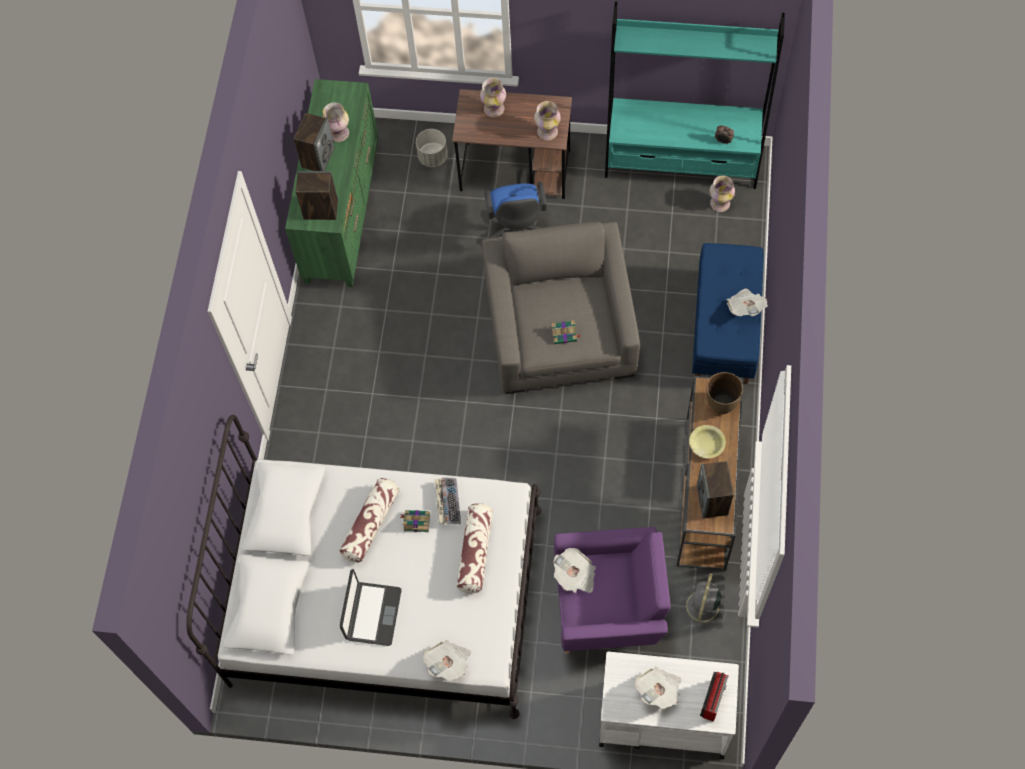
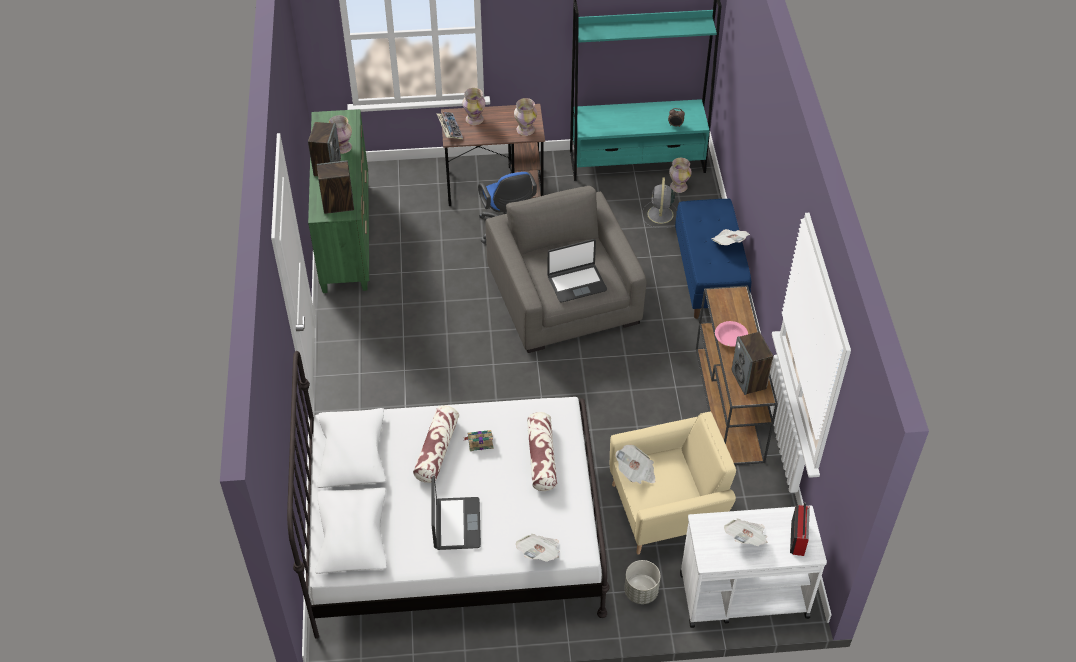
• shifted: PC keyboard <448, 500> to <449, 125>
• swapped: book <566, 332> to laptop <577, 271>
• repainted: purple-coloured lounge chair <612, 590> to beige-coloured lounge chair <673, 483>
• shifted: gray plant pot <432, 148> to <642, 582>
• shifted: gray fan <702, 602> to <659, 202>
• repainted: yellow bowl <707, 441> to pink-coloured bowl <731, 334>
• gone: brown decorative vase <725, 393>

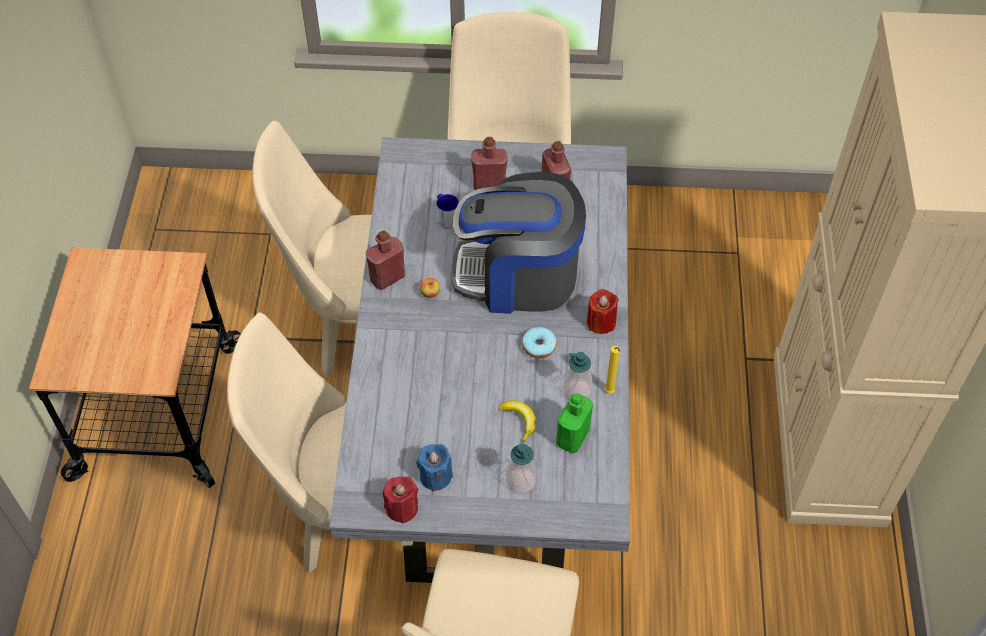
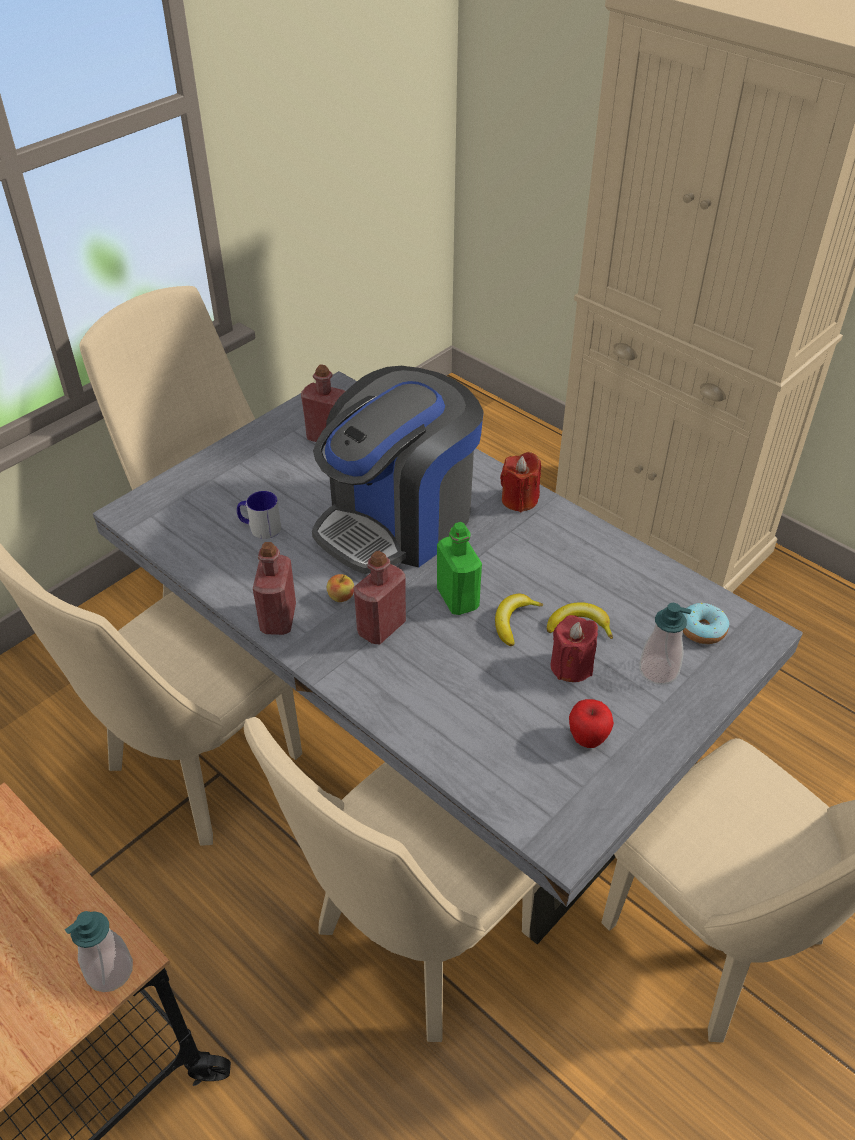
• shifted: soap dispenser <577, 376> to <99, 951>
• shifted: reddish bottle <489, 163> to <379, 597>
• shifted: green-coloured bottle <574, 423> to <459, 568>
• new: banana <519, 620>
• shifted: reddish wax candle <400, 500> to <574, 648>
• swapped: blue-coloured wax candle <434, 468> to apple <591, 723>
• shifted: doughnut <539, 342> to <705, 623>
• gone: yellow wax candle <612, 369>

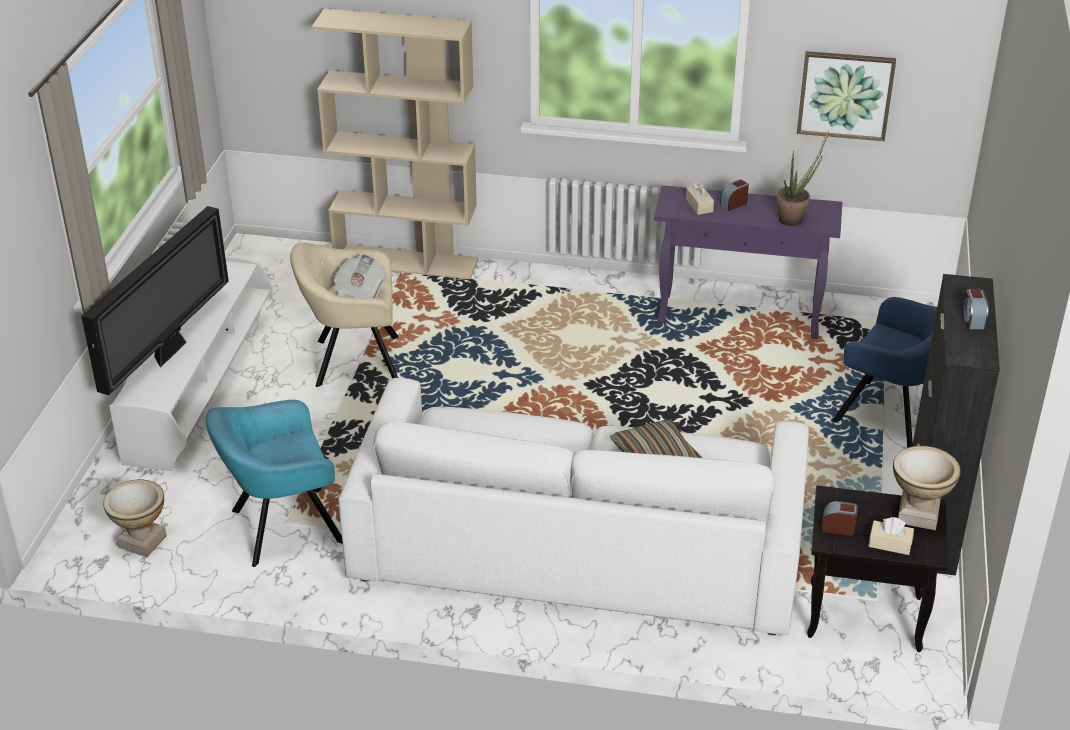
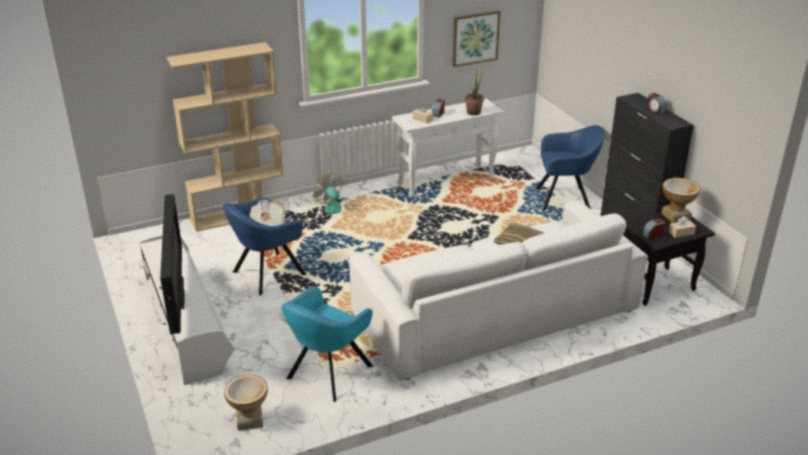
• repainted: beige-coloured lounge chair <344, 314> to blue-coloured lounge chair <264, 246>
• new: fan <330, 196>
• repainted: purple-coloured hall table <748, 262> to white-coloured hall table <448, 148>

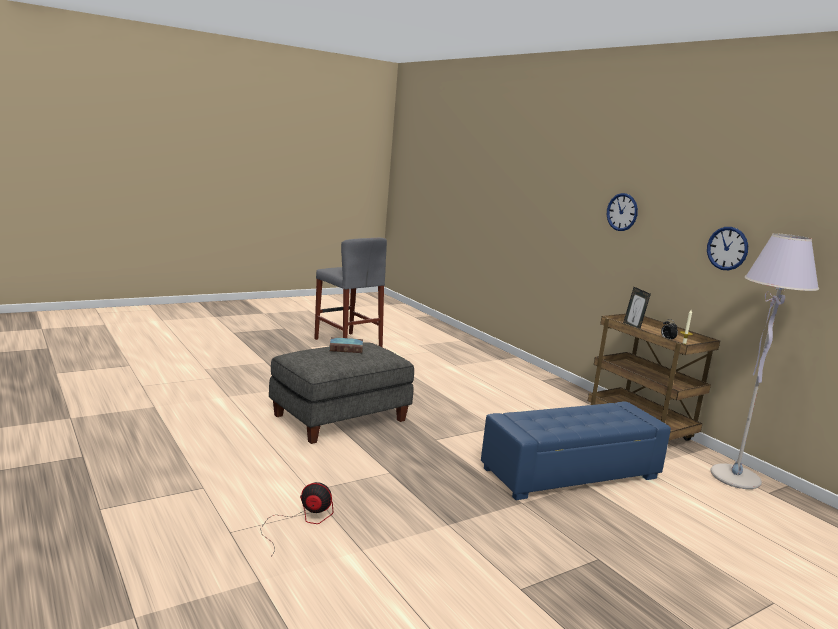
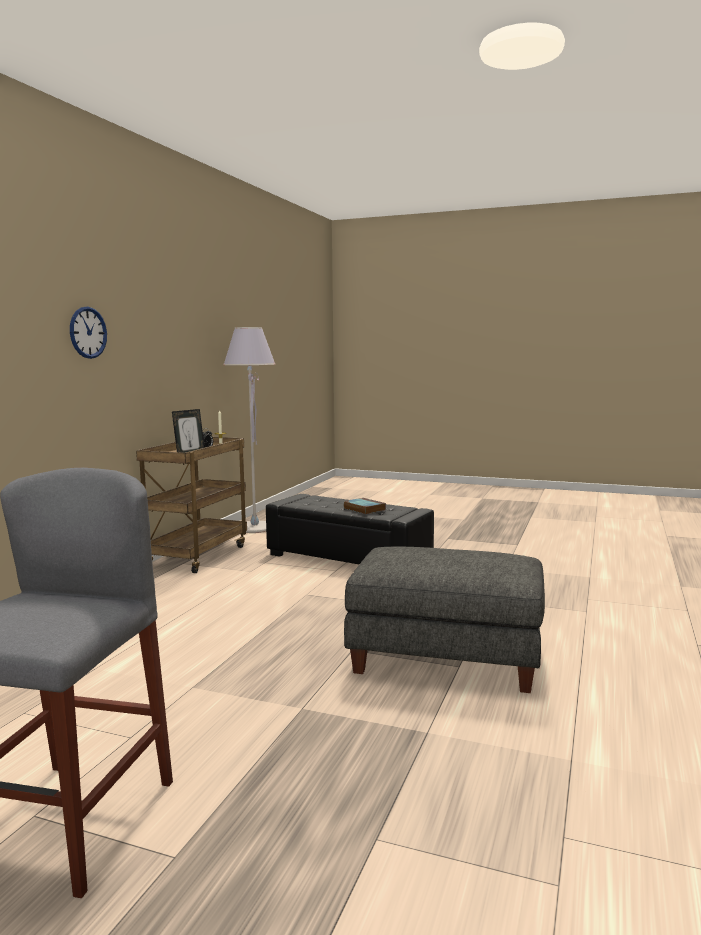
• repainted: blue-coloured footrest <576, 451> to black-coloured footrest <350, 529>
• shifted: book <346, 345> to <365, 506>
• gone: fan <296, 519>
• gone: wall clock <727, 248>

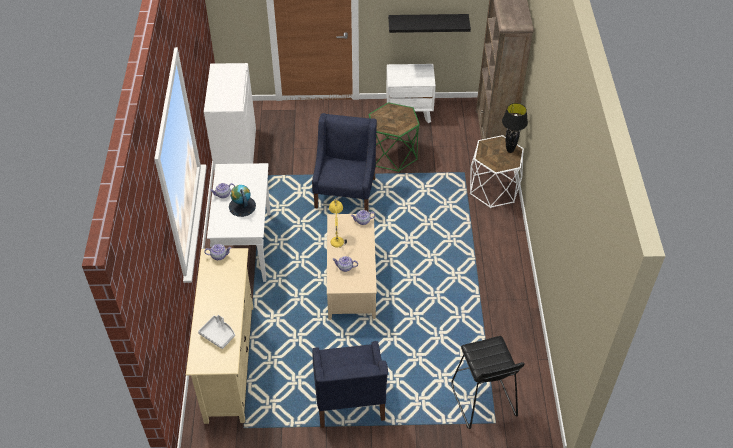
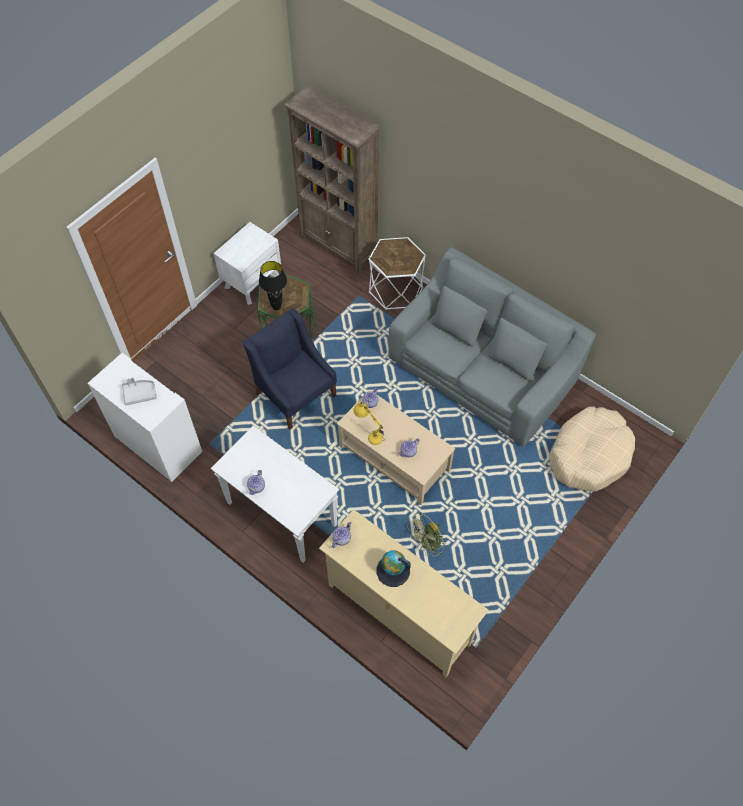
• shifted: gray tray <216, 332> to <139, 391>
• shifted: black-coloured tabletop lamp <515, 128> to <273, 285>
• shifted: desk globe <242, 201> to <394, 568>
• new: gray couch <492, 347>
• new: green-coloured fan <426, 535>
• swapped: black-coloured stool <488, 382> to beige-coloured dog bed <592, 449>
• gone: blue-coloured lounge chair <350, 384>
• gone: black-coloured bracket shelf <429, 23>

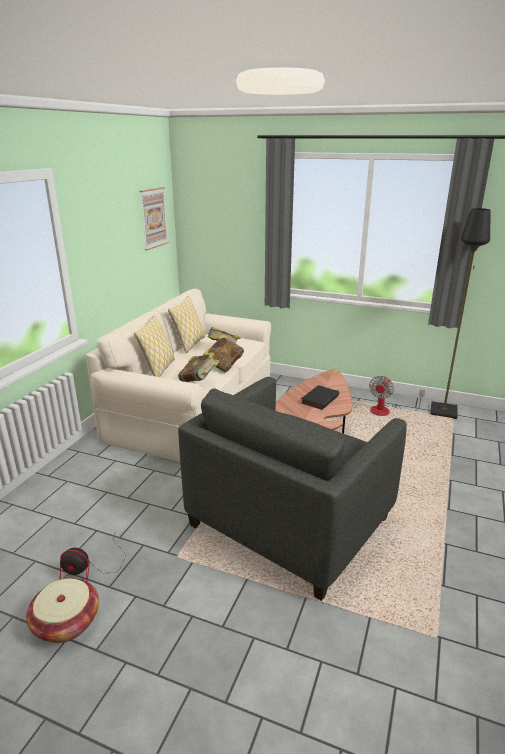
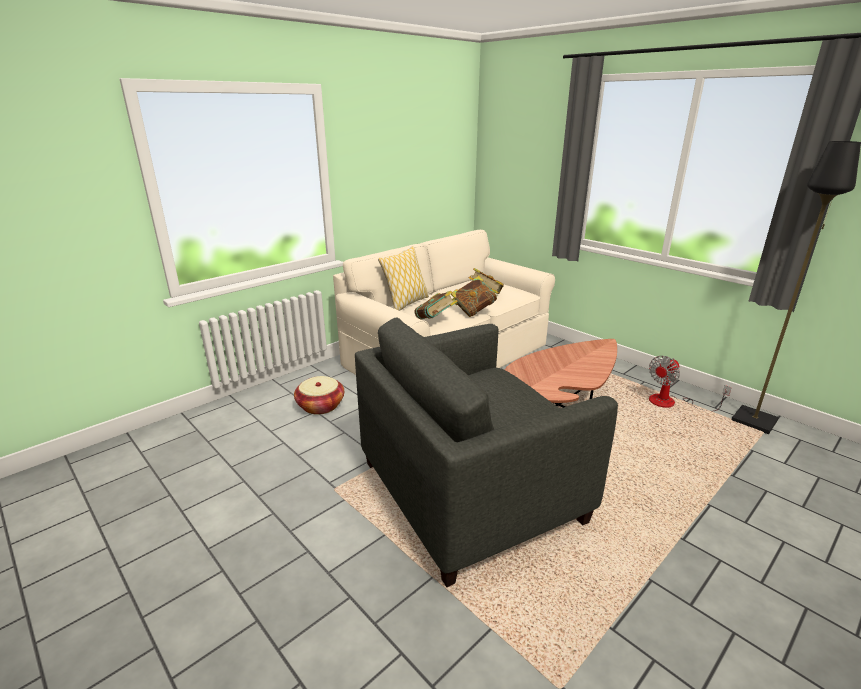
• shifted: household basket <62, 610> to <319, 395>
• gone: fan <93, 558>
• gone: wall art <154, 218>
• gone: cushion <186, 324>
• gone: black-coloured book <320, 397>

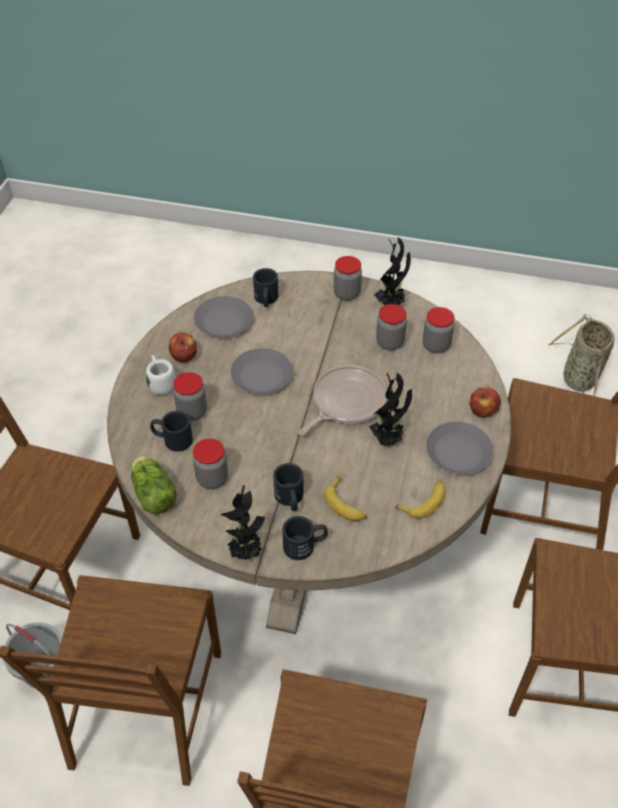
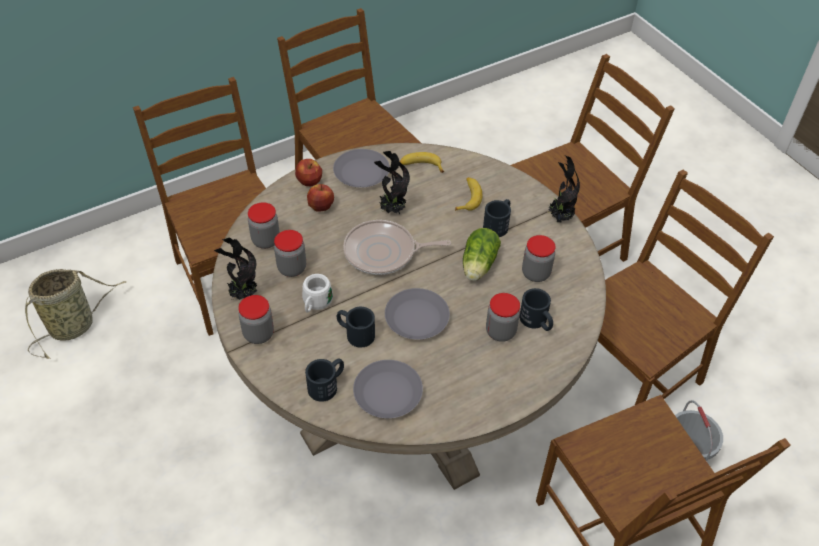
• shifted: white-coloured coffee mug <161, 375> to <317, 293>
• shifted: apple <183, 347> to <320, 197>
• shifted: black-coloured coffee mug <305, 538> to <356, 327>
• shifted: head of lettuce <154, 485> to <482, 254>

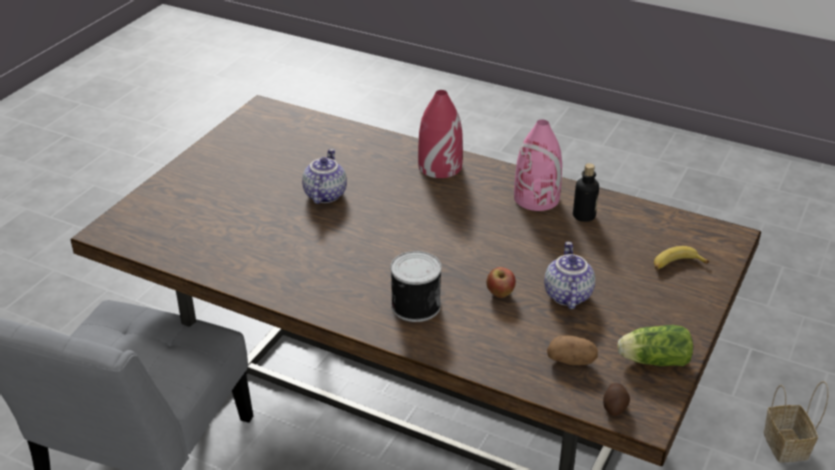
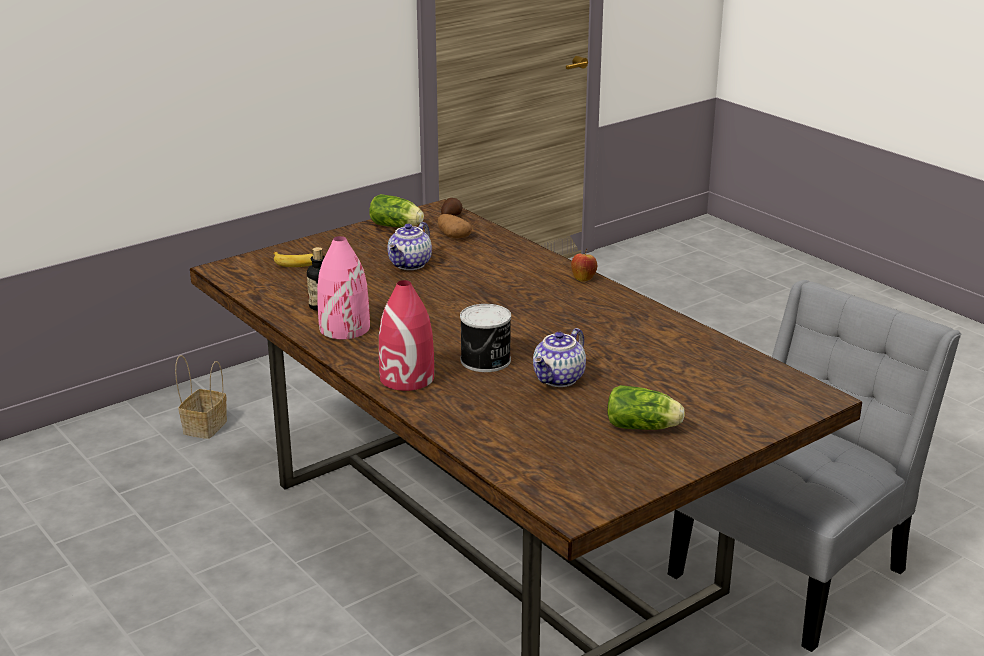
• shifted: sealed can <416, 286> to <485, 338>
• shifted: apple <501, 282> to <584, 265>
• new: head of lettuce <646, 407>

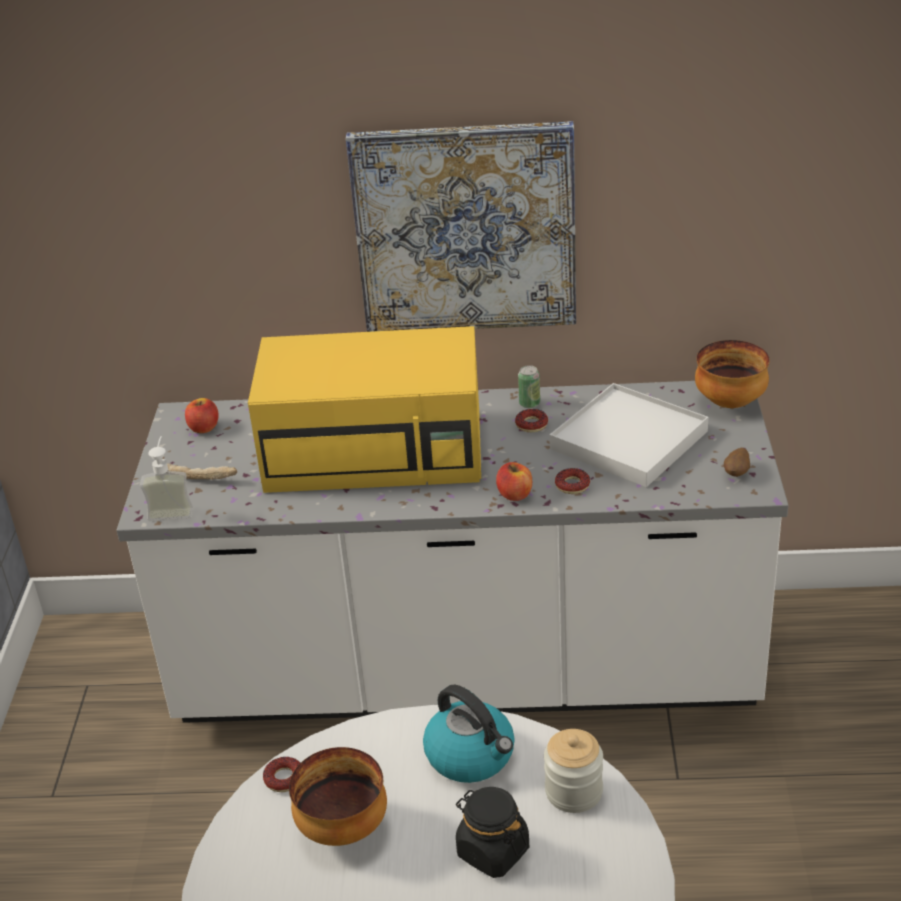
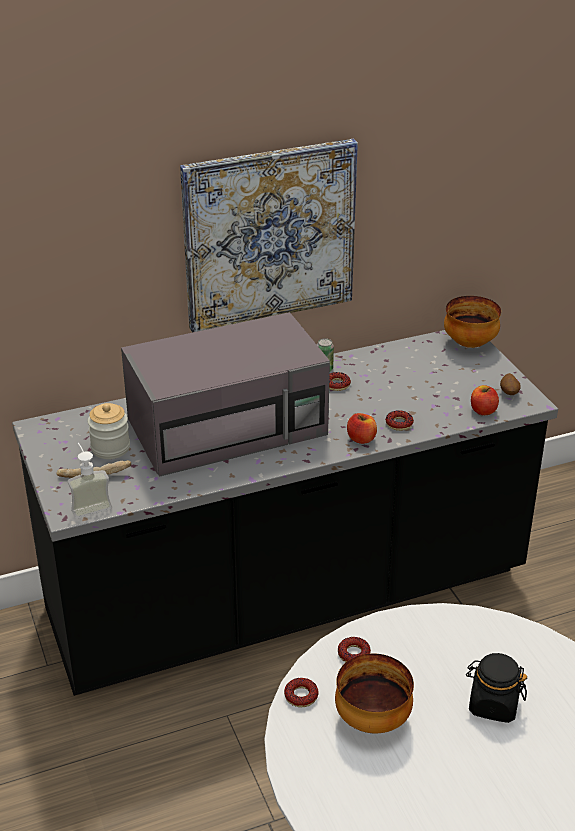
• repainted: white-coloured counter <452, 552> to black-coloured counter <285, 513>
• shifted: storage jar <573, 771> to <109, 431>
• repainted: yellow kitchen microwave <364, 409> to gray kitchen microwave <225, 394>
• new: doughnut <354, 649>
• shifted: apple <202, 415> to <485, 400>
• gone: water kettle <469, 734>
• gone: white-coloured tray <629, 435>

